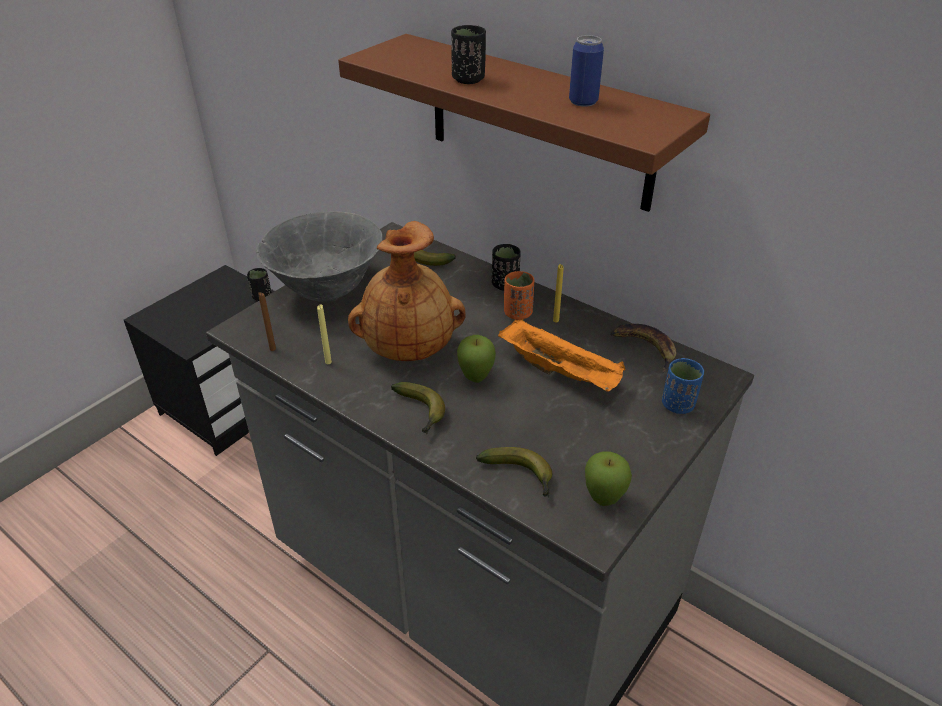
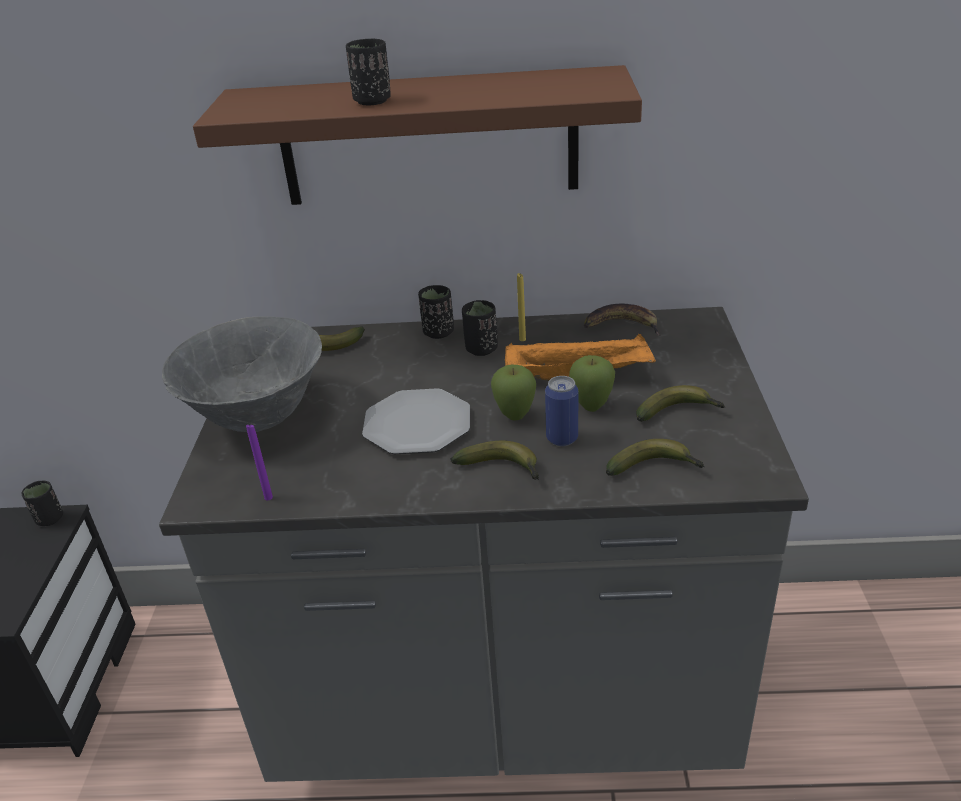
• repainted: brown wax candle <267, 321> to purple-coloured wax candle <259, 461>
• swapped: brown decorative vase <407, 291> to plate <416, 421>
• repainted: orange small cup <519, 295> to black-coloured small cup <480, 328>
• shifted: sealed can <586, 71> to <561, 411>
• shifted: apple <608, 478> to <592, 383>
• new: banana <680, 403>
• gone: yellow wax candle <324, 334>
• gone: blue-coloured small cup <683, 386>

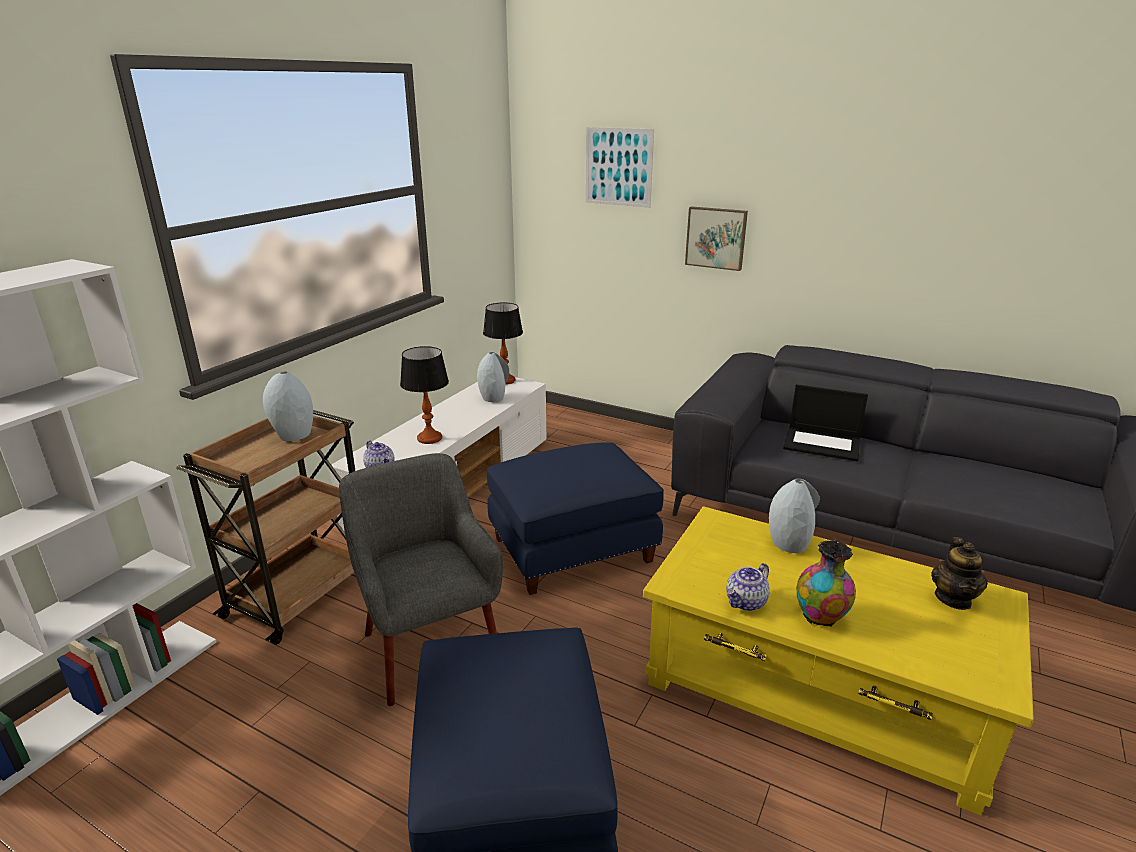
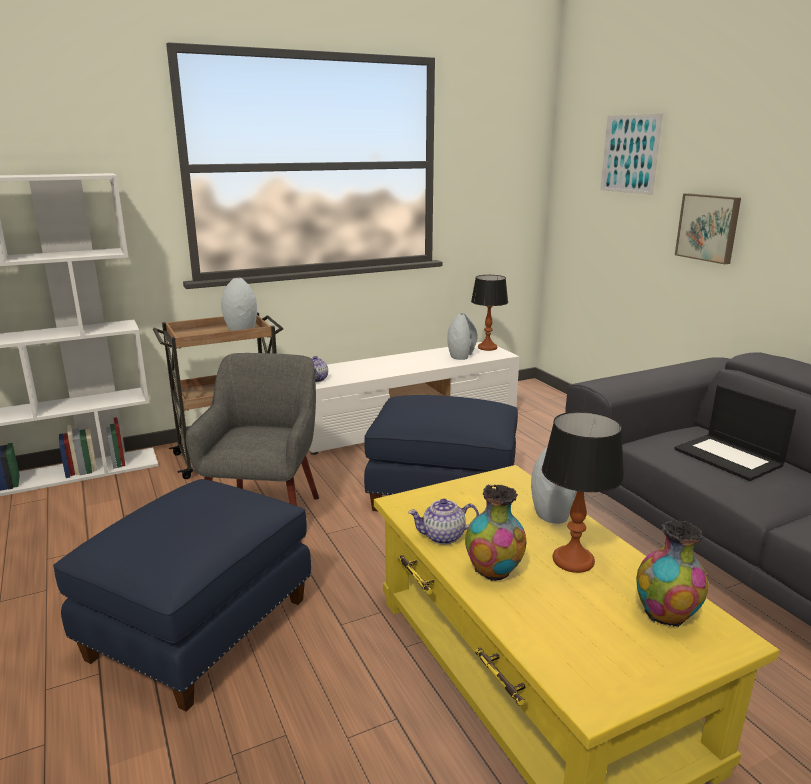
• shifted: tabletop lamp <424, 395> to <583, 492>
• swapped: teapot <959, 573> to decorative vase <672, 573>

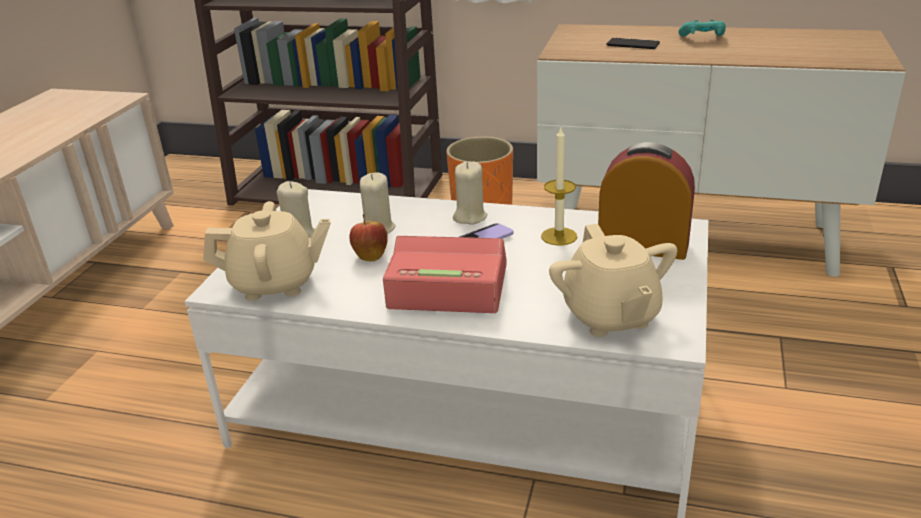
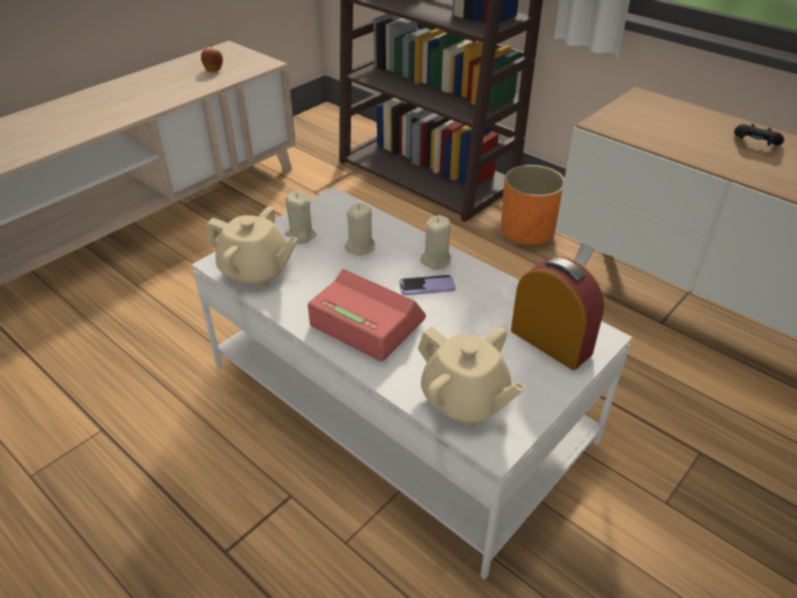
• shifted: apple <368, 238> to <212, 58>
• rotated: beige-coloured teapot <613, 280> = <472, 377> 60 degrees counterclockwise
• repainted: turquoise-coloured game controller <702, 28> to black-coloured game controller <759, 135>
• gone: wax candle <559, 187>
• gone: handset <633, 43>

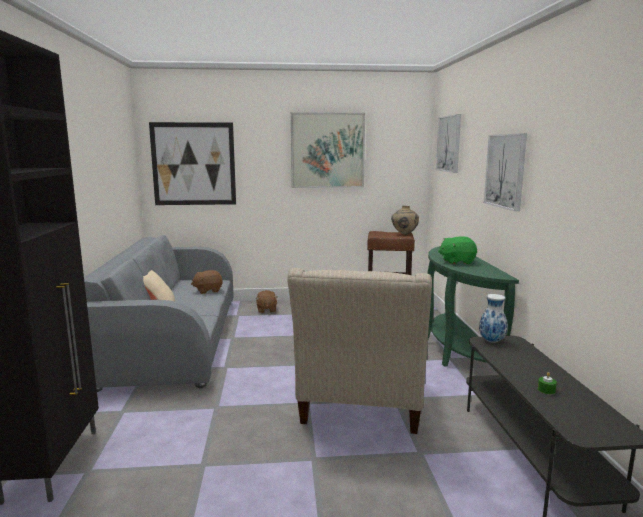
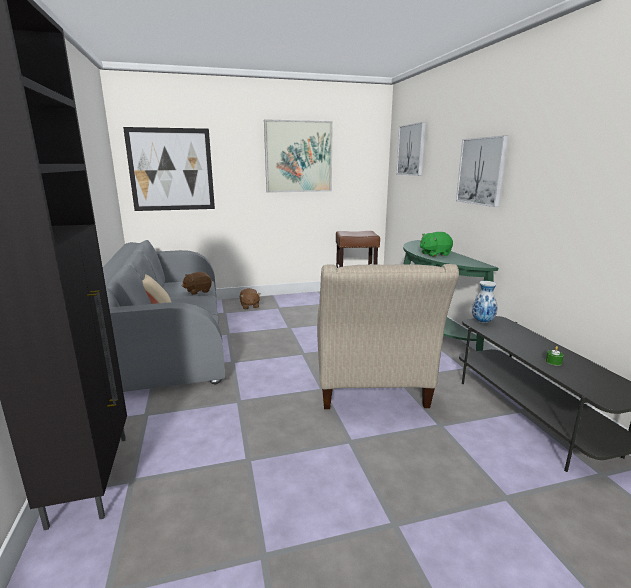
• gone: beige-coloured decorative vase <405, 220>

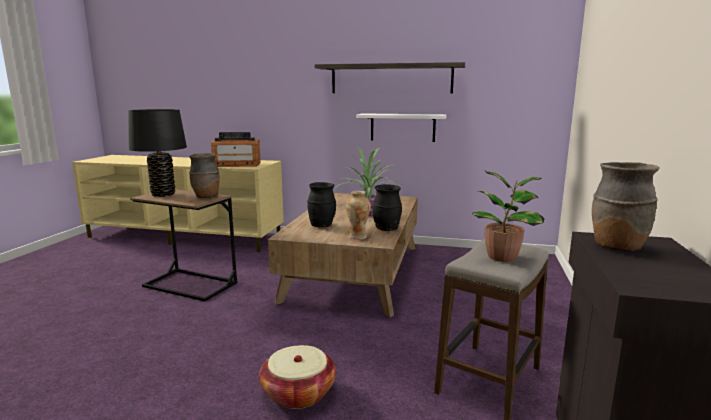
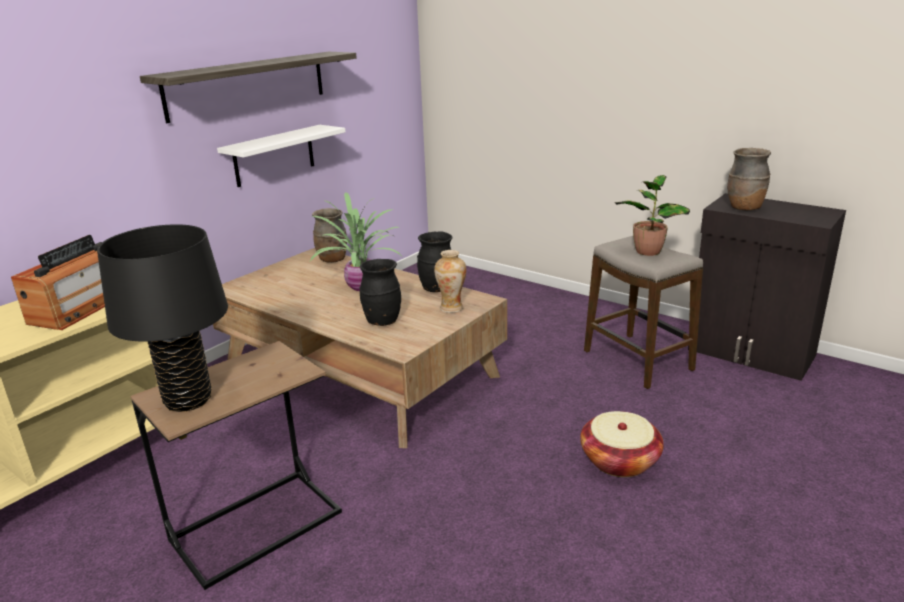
• shifted: brown decorative vase <204, 175> to <329, 235>

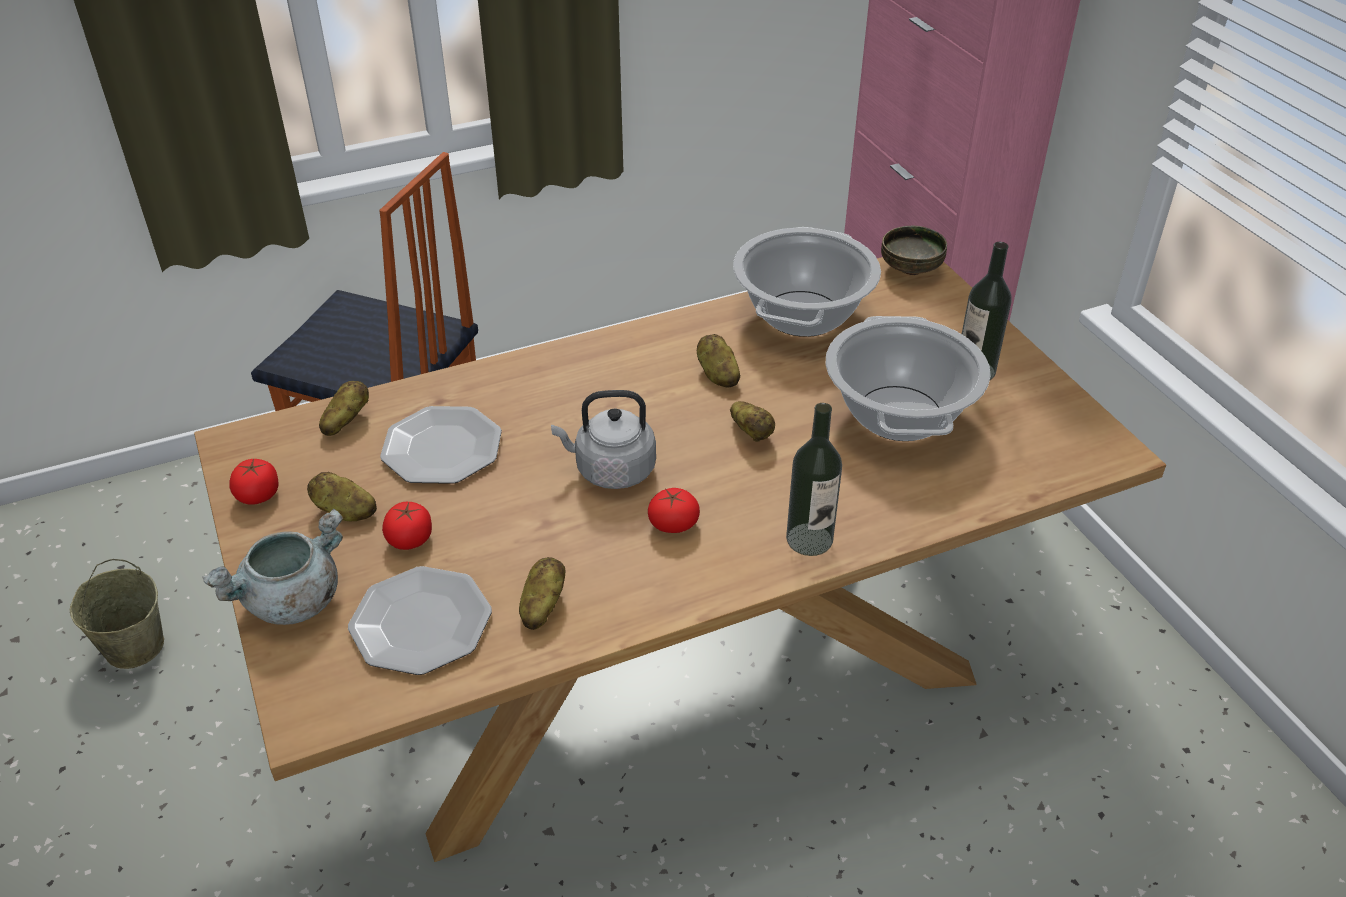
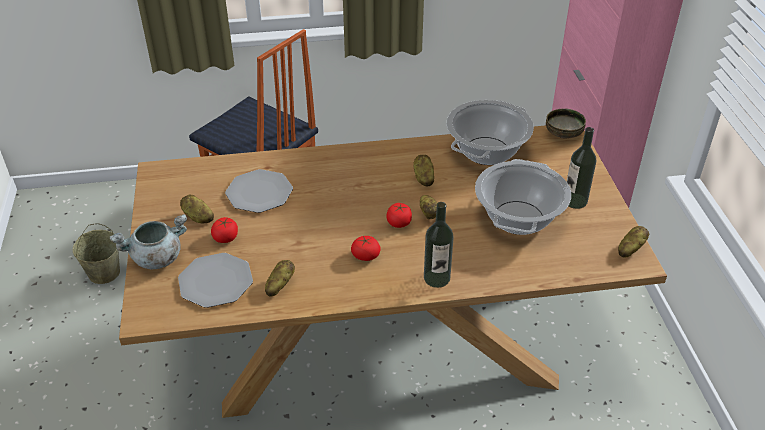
• shifted: fresh tomato <254, 482> to <399, 215>
• shifted: whole potato <344, 408> to <633, 242>
• gone: gray water kettle <603, 439>

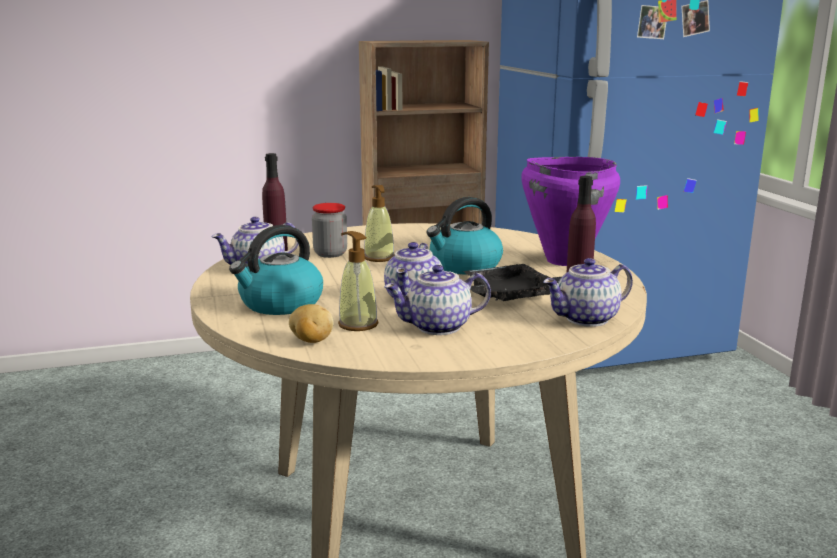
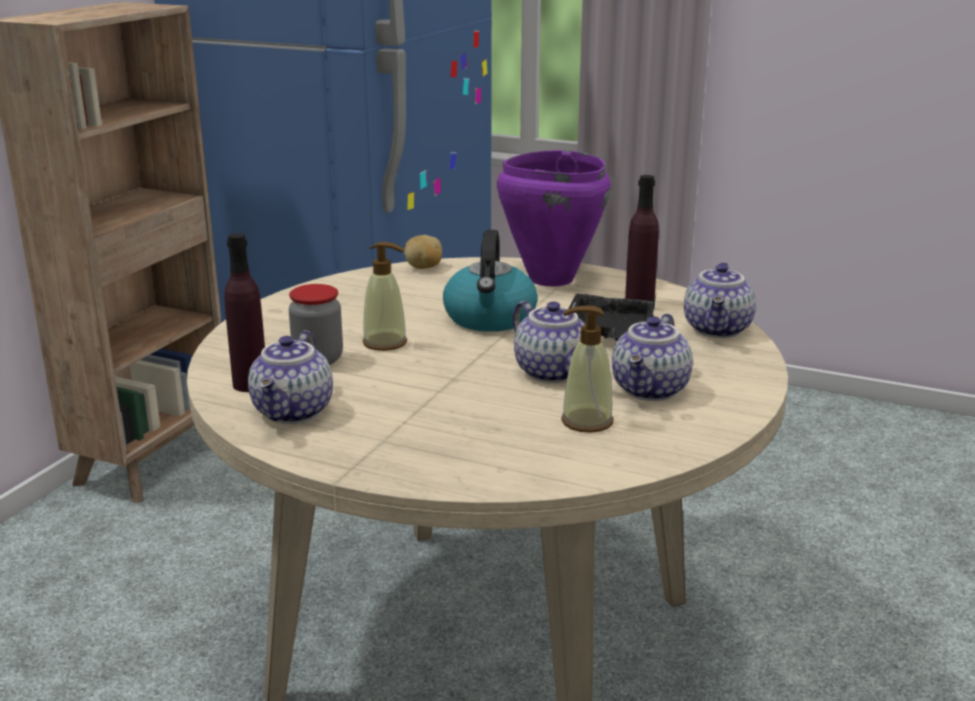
• shifted: whole potato <311, 323> to <423, 252>
• gone: water kettle <276, 270>

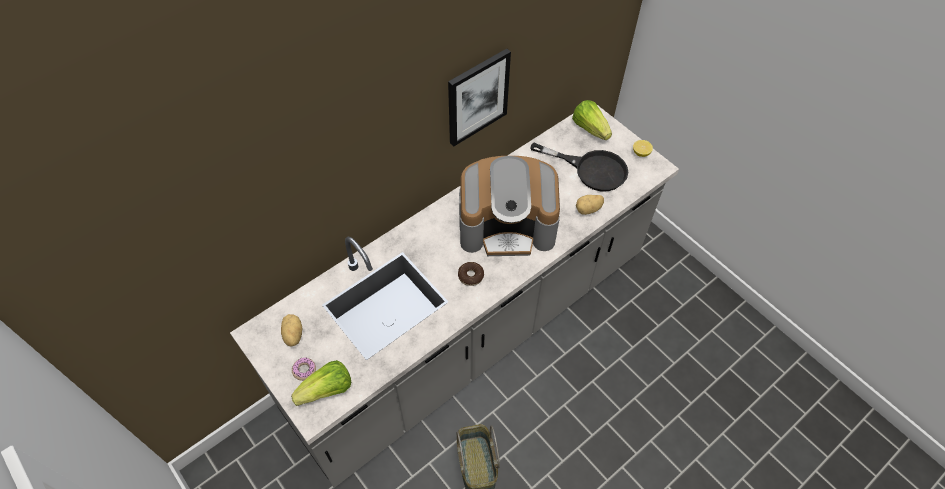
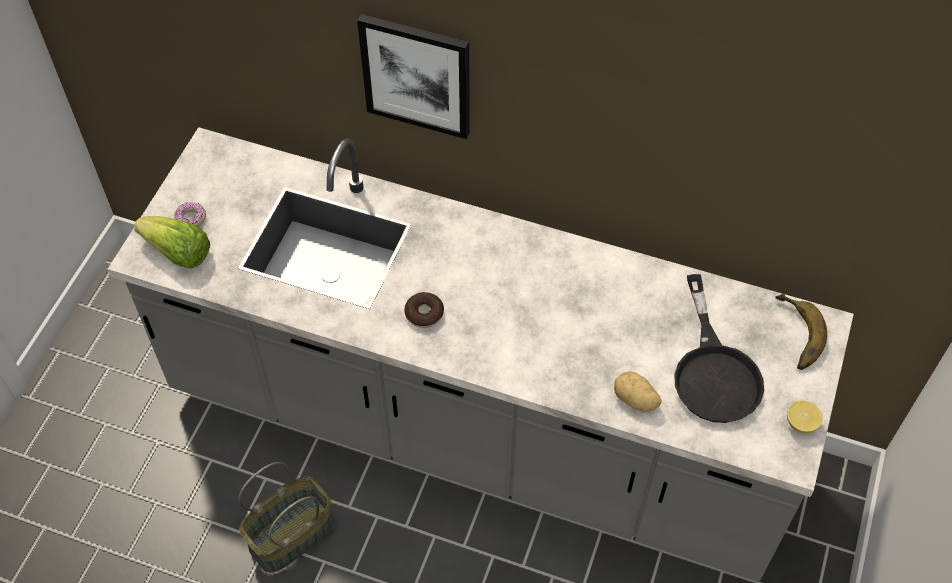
• shifted: wall art <479, 98> to <413, 76>
• swapped: head of lettuce <592, 120> to banana <801, 332>
• gone: whole potato <292, 330>
• gone: coffee machine <509, 206>

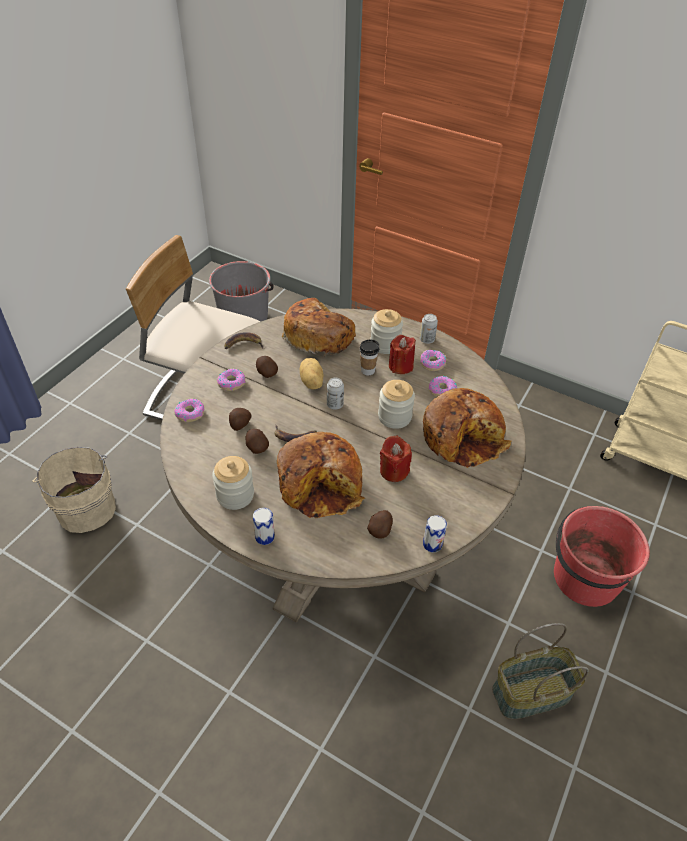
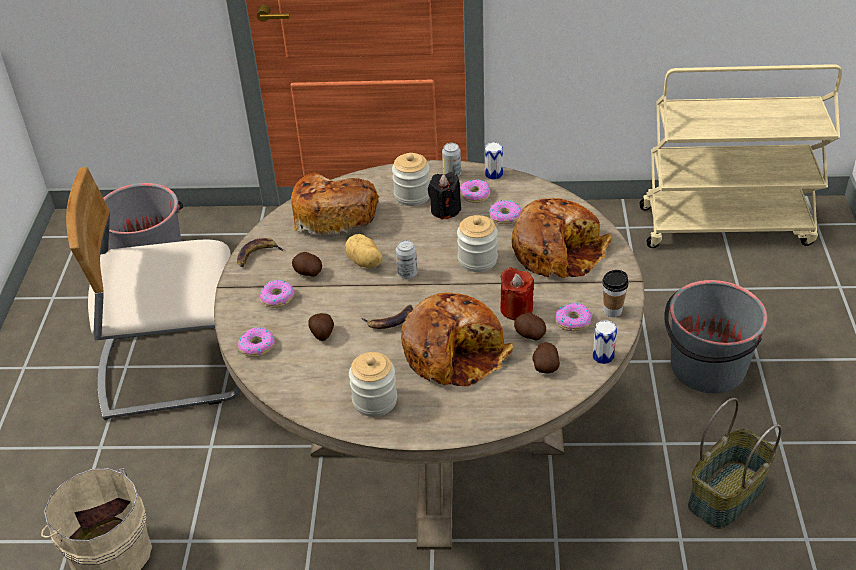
• repainted: reddish wax candle <402, 354> to black-coloured wax candle <444, 196>
• shifted: sealed can <264, 526> to <494, 161>
• shifted: whole potato <257, 441> to <530, 327>
• new: doughnut <573, 317>
• shifted: small cup <369, 358> to <615, 293>
• repainted: reddish pail <602, 556> to gray pail <716, 336>

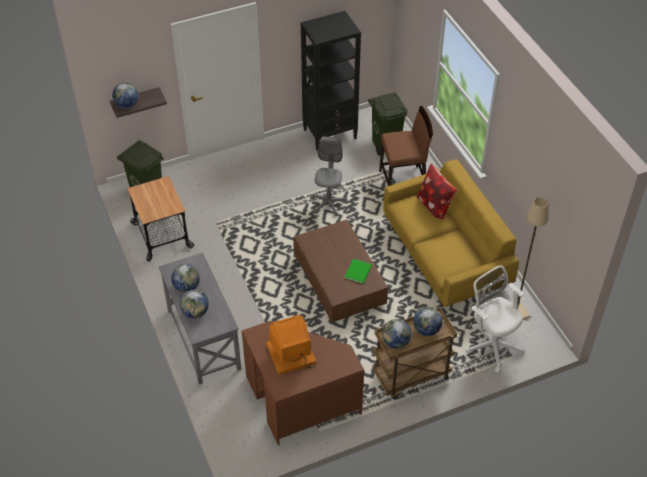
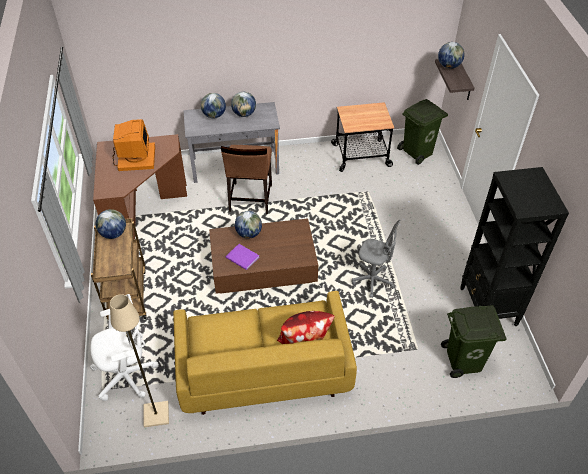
• shifted: brown plain chair <406, 146> to <246, 179>
• repainted: green-coloured book <358, 271> to purple-coloured book <242, 257>
• shifted: desk globe <427, 321> to <248, 225>

